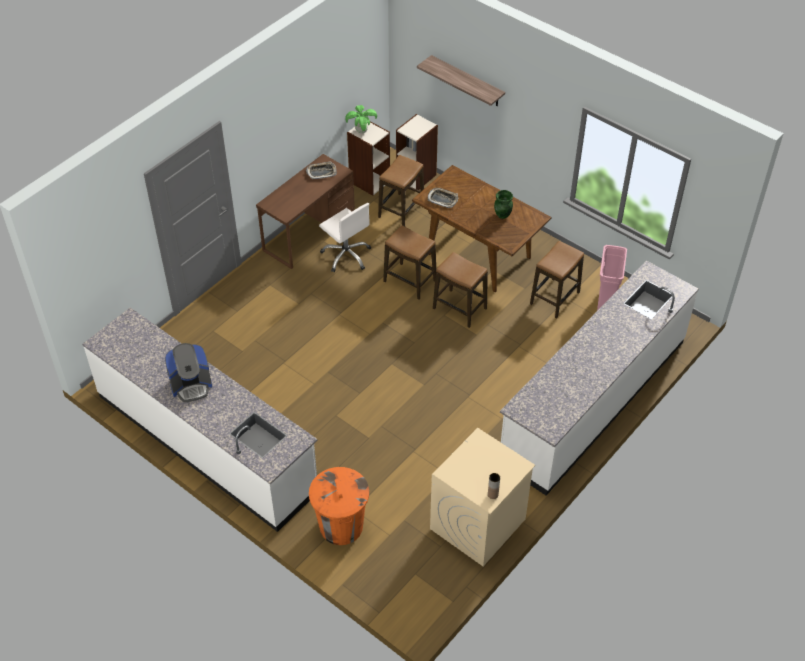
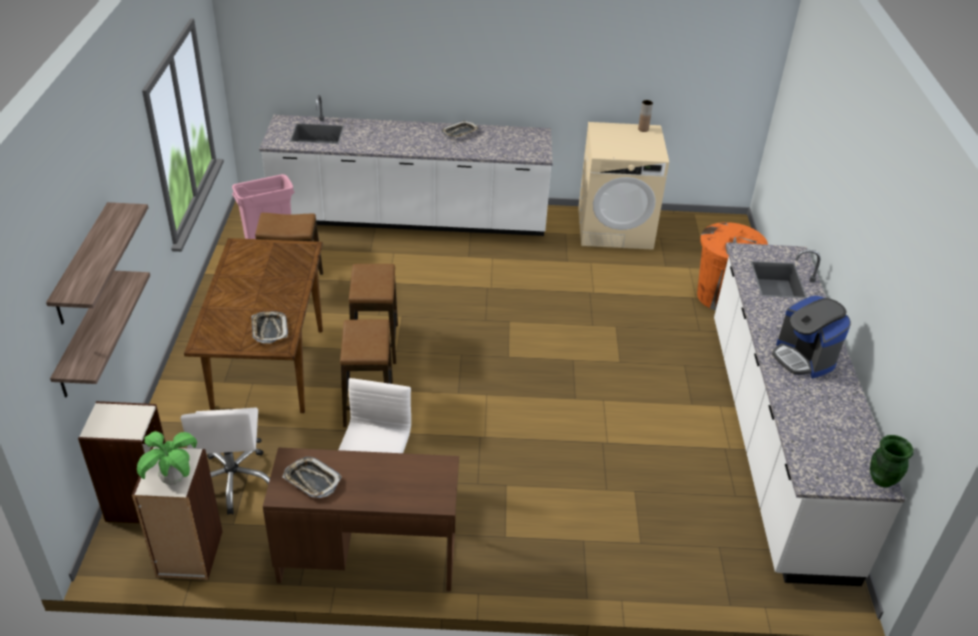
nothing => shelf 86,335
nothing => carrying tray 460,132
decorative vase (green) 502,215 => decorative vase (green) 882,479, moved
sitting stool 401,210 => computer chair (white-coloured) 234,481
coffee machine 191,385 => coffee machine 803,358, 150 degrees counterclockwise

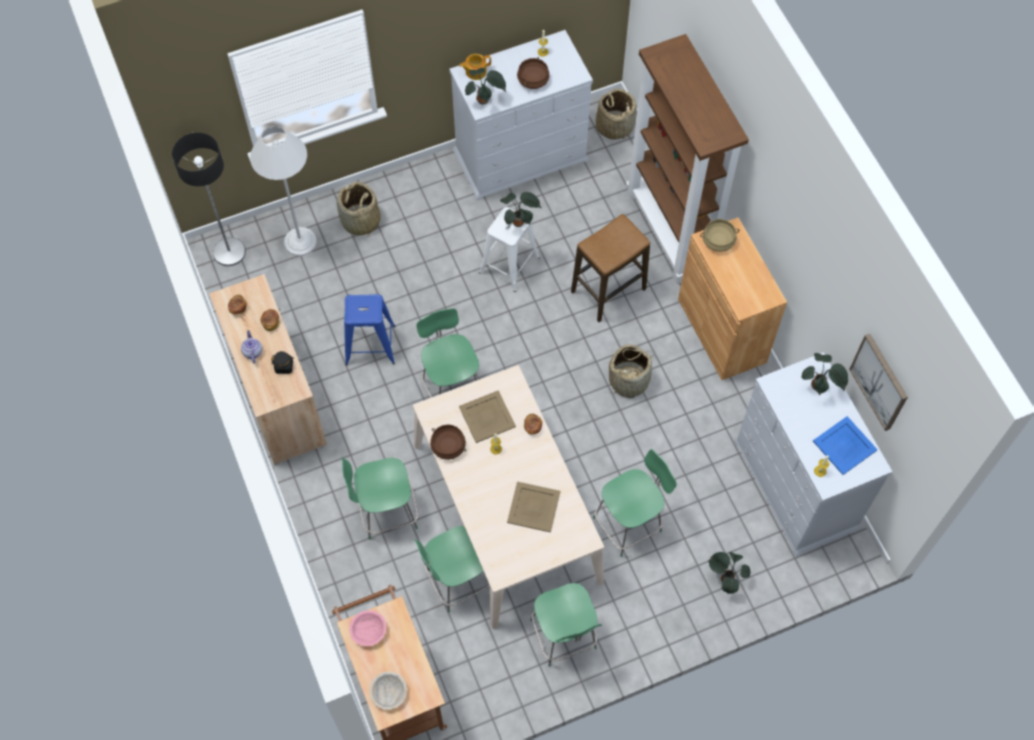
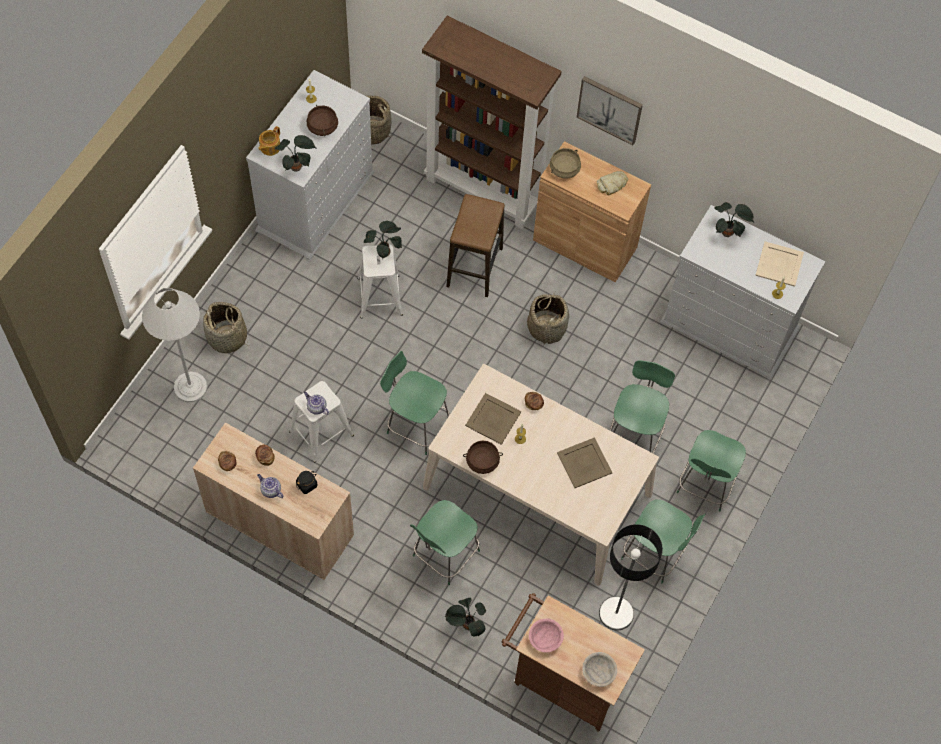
nothing => pot for tea 316,407
nothing => bakery bread 612,184
standing lamp 229,252 => standing lamp 616,613, moved
chair (green) 456,580 => chair (green) 705,484, moved
houseplant 725,579 => houseplant 467,625, moved
wall picture 880,381 => wall picture 610,109, moved
sitting stool (bluish) 370,345 => sitting stool (white-coloured) 321,433
carrying tray (bluish) 844,446 => carrying tray (beige-coloured) 779,264

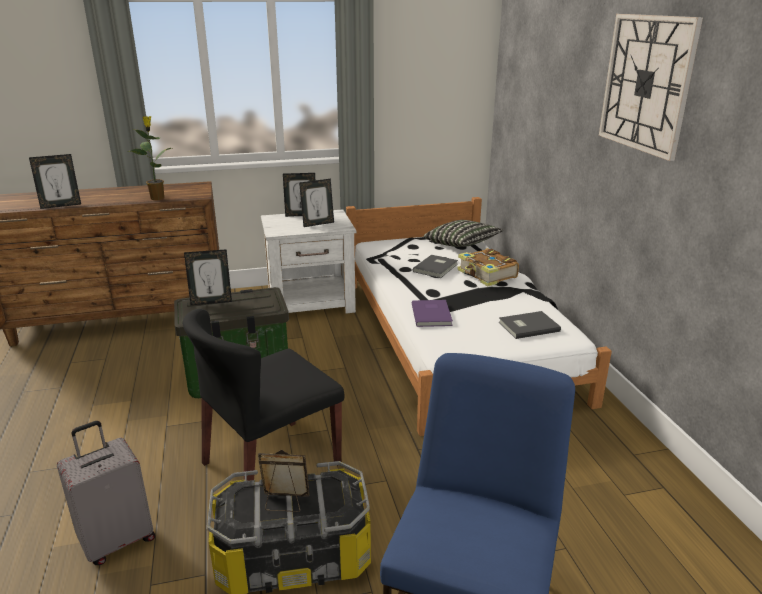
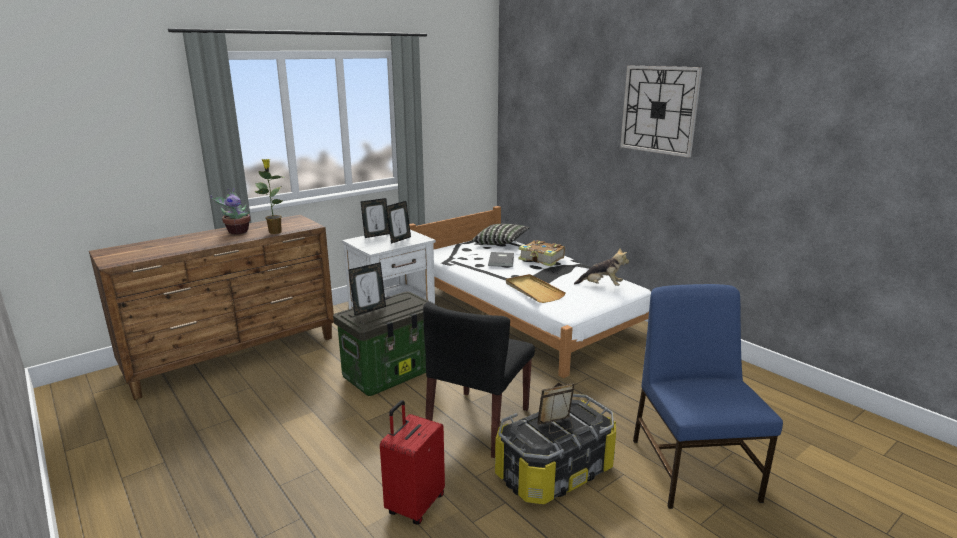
picture frame 61,205 => nothing
nothing => houseplant 237,231
book (purplish) 432,314 => carrying tray (beige-coloured) 533,290
book (gray) 527,326 => plush toy 601,286
piece of luggage (gray) 117,540 => piece of luggage (red-coloured) 414,504

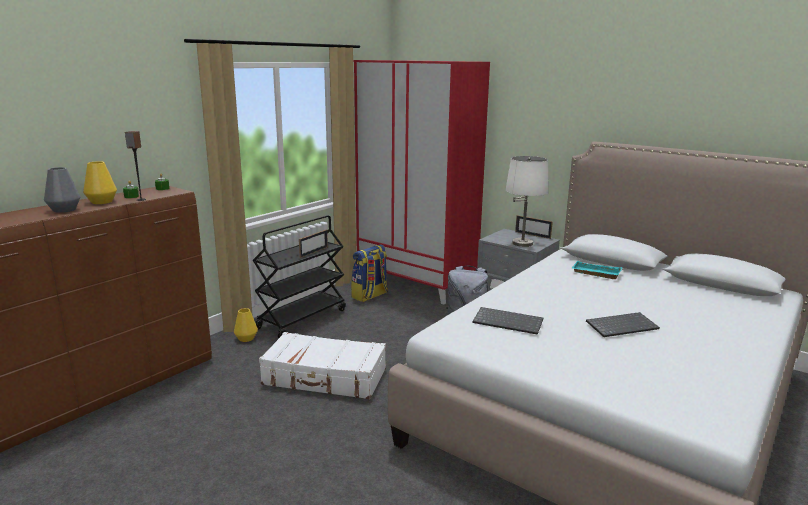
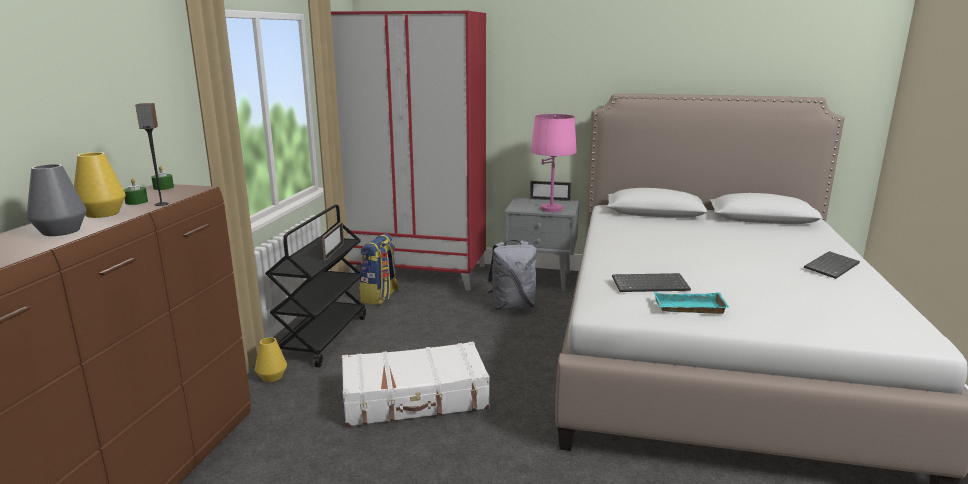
carrying tray (turquoise-coloured) 595,273 => carrying tray (turquoise-coloured) 689,308, moved
keyboard 622,326 => keyboard 830,266, moved
table lamp (white-coloured) 522,243 => table lamp (pinkish) 551,209

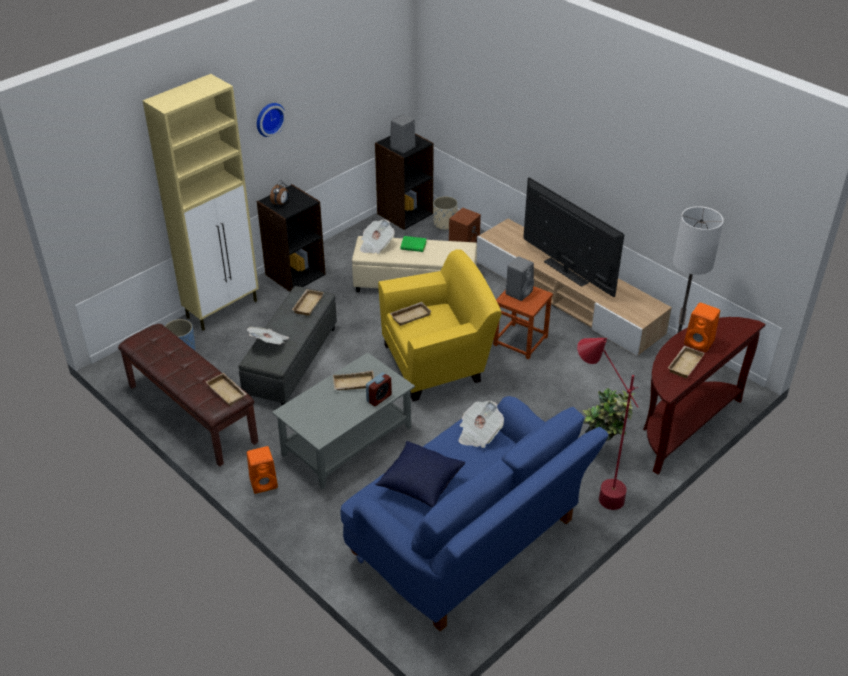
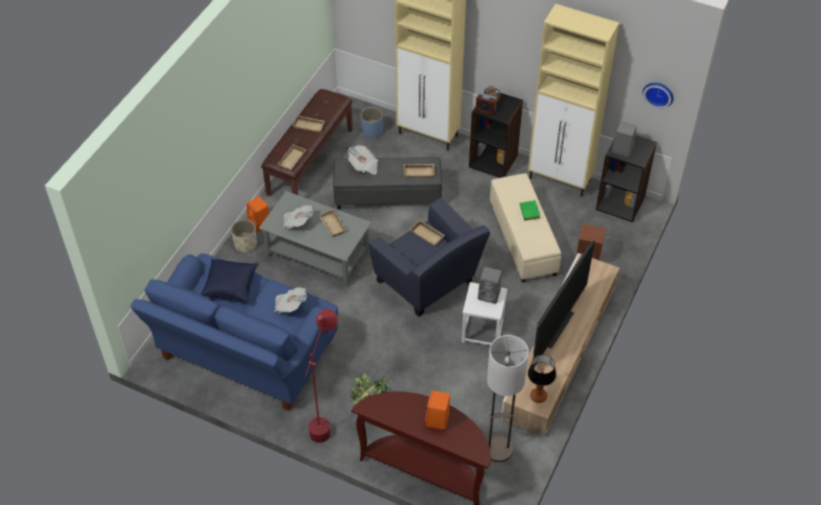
nothing => storage cabinet (beige-coloured) 560,180
nothing => table lamp 538,397
wall clock 269,118 => wall clock 658,93, moved
printed paper 376,245 => printed paper 297,222, moved
table clock 379,398 => table clock 485,110, moved
flower pot (beige-coloured) 445,224 => flower pot (beige-coloured) 245,244, moved
carrying tray (beige-coloured) 684,364 => carrying tray (beige-coloured) 309,125, moved
lounge chair (yellow) 438,362 => lounge chair (bluish) 429,283
sitting stool (brown) 520,341 => sitting stool (white-coloured) 483,331

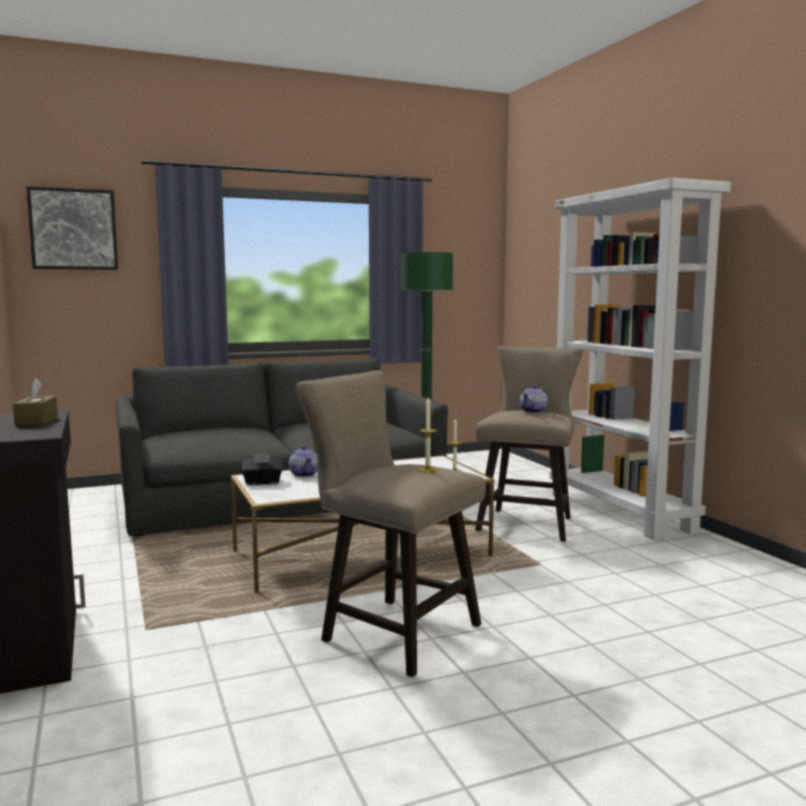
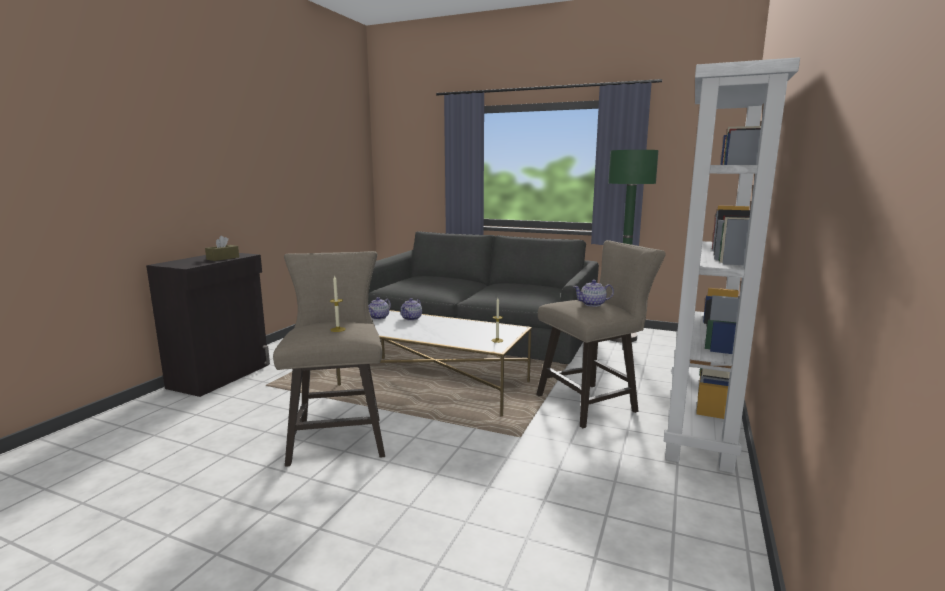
wall picture 73,229 => nothing
tissue holder (blackish) 262,482 => pot for tea 379,317

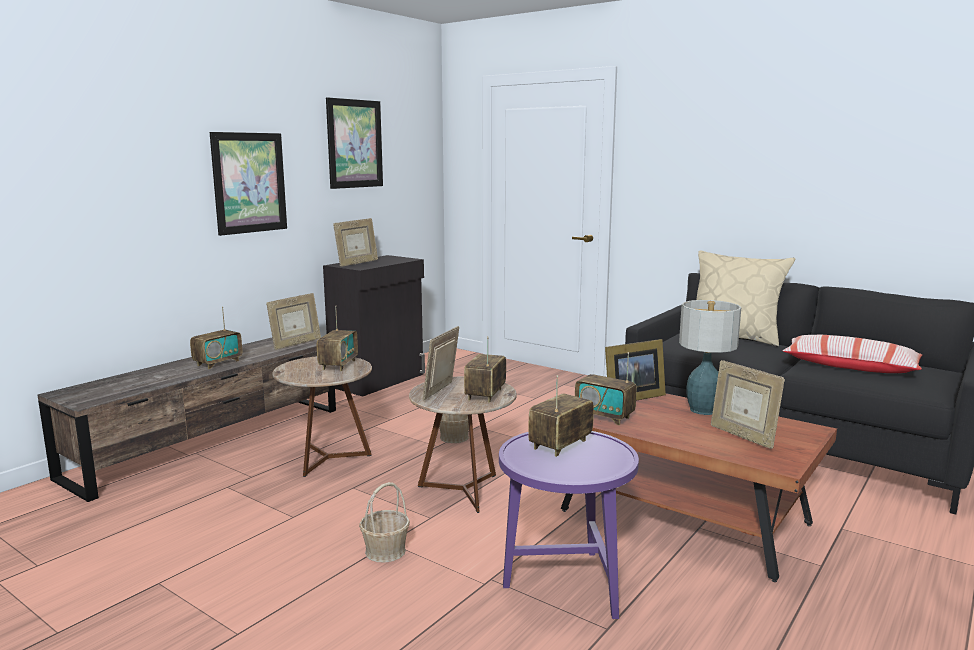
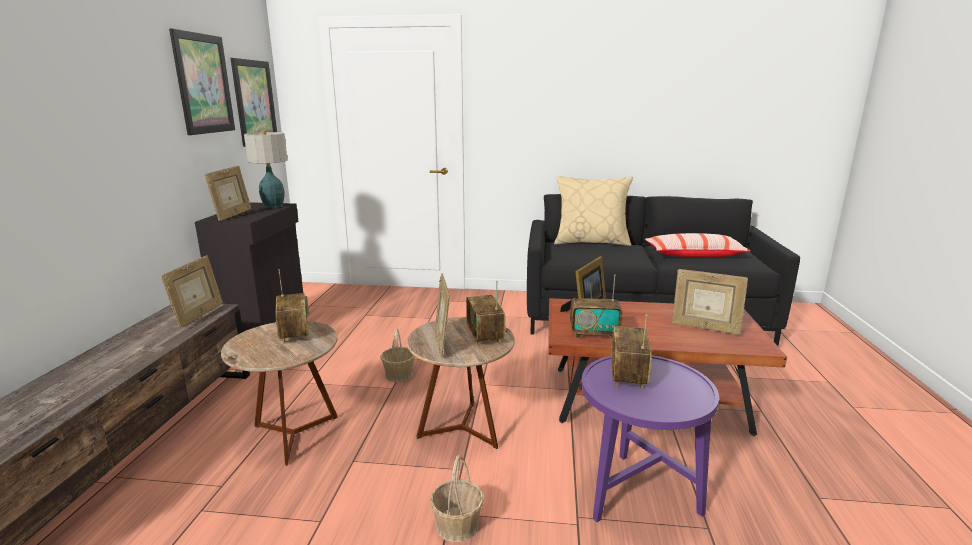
radio set 218,363 => nothing
wall picture 249,183 => wall picture 255,102, moved
table lamp 704,410 => table lamp 274,206, moved

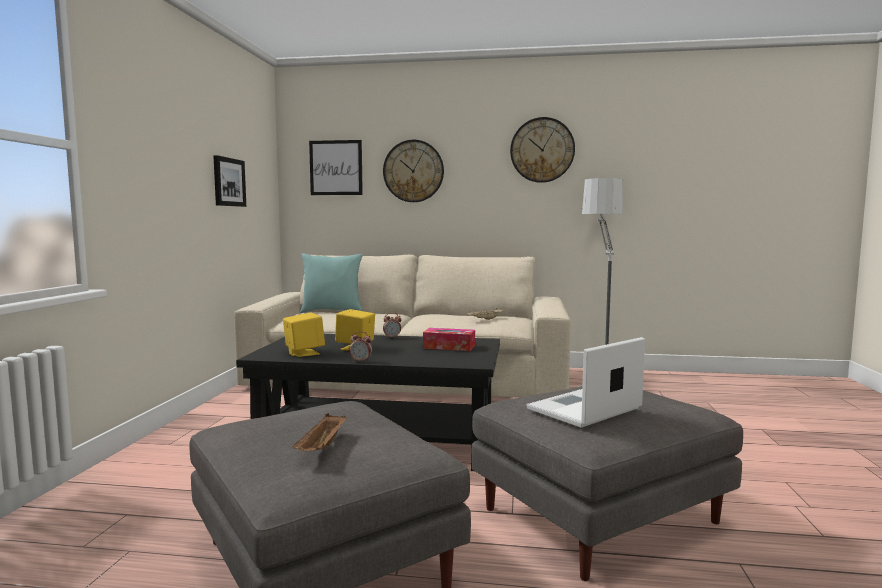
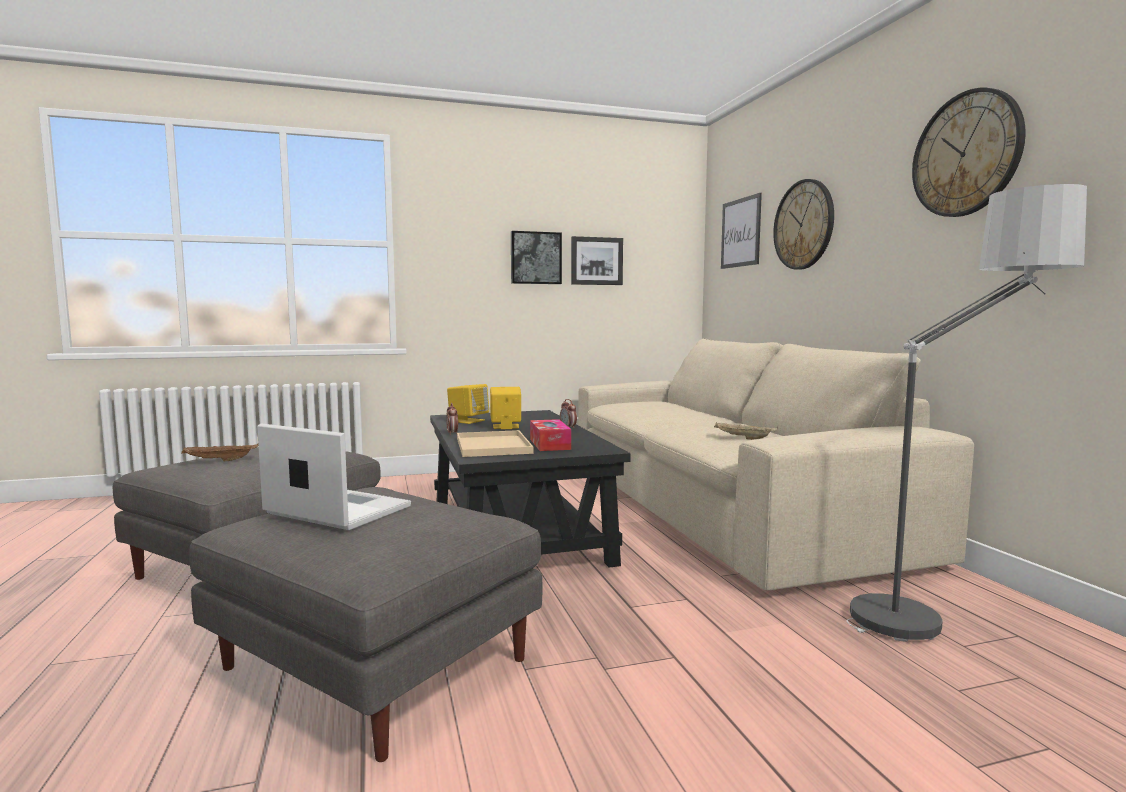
throw pillow (turquoise-coloured) 332,311 => nothing
nothing => carrying tray (beige-coloured) 491,445
nothing => wall picture 535,258

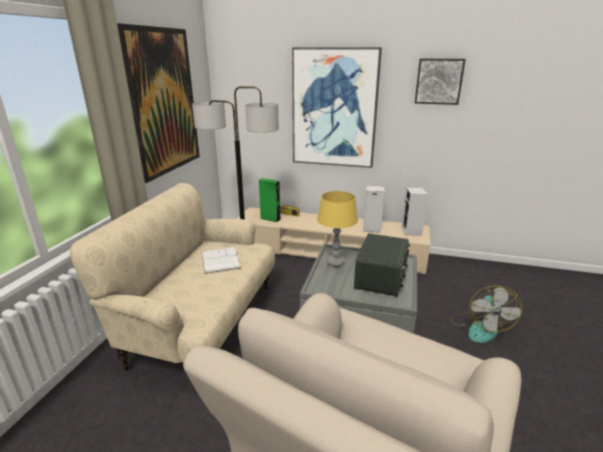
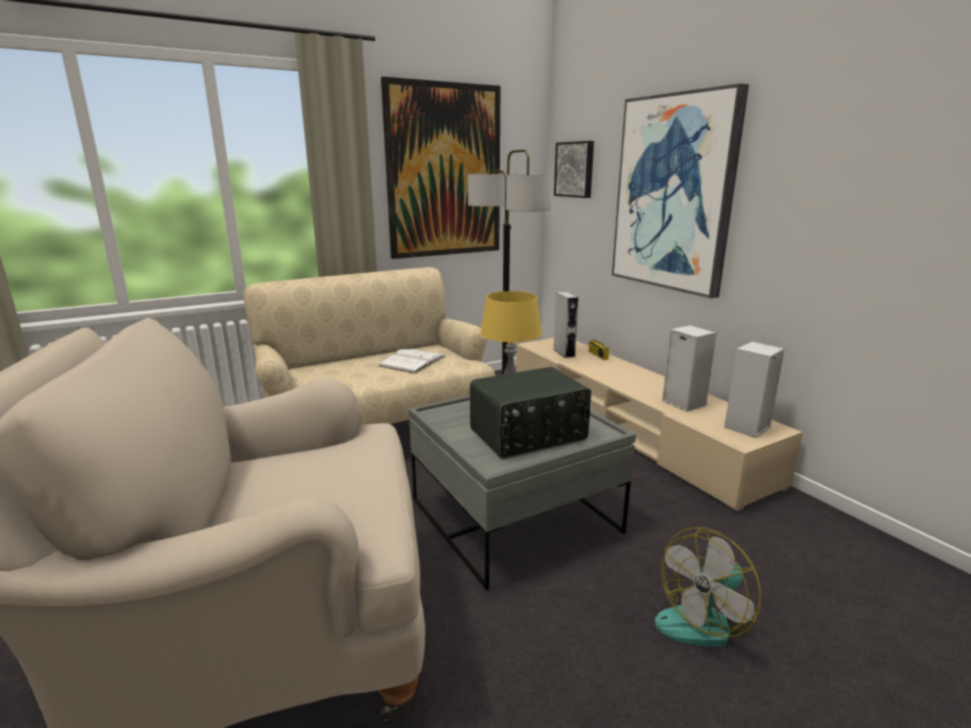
wall picture 438,81 => wall picture 575,169, moved
speaker (green) 270,219 => speaker (gray) 564,353

